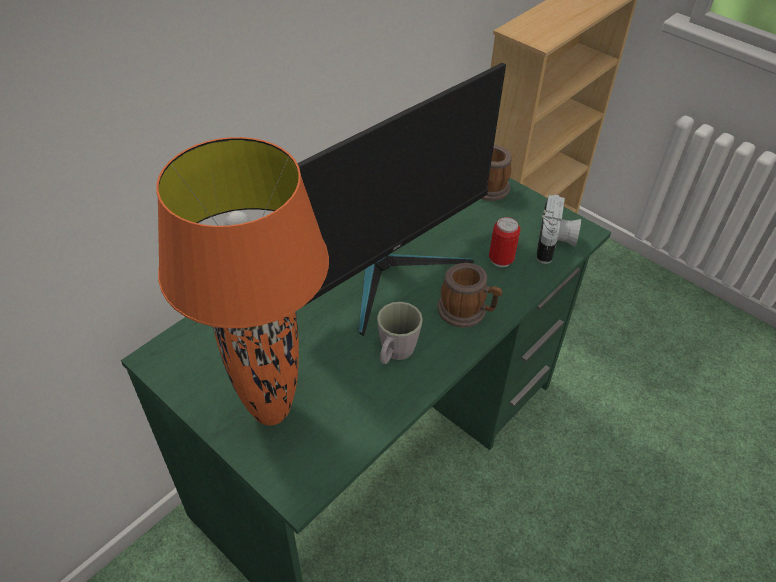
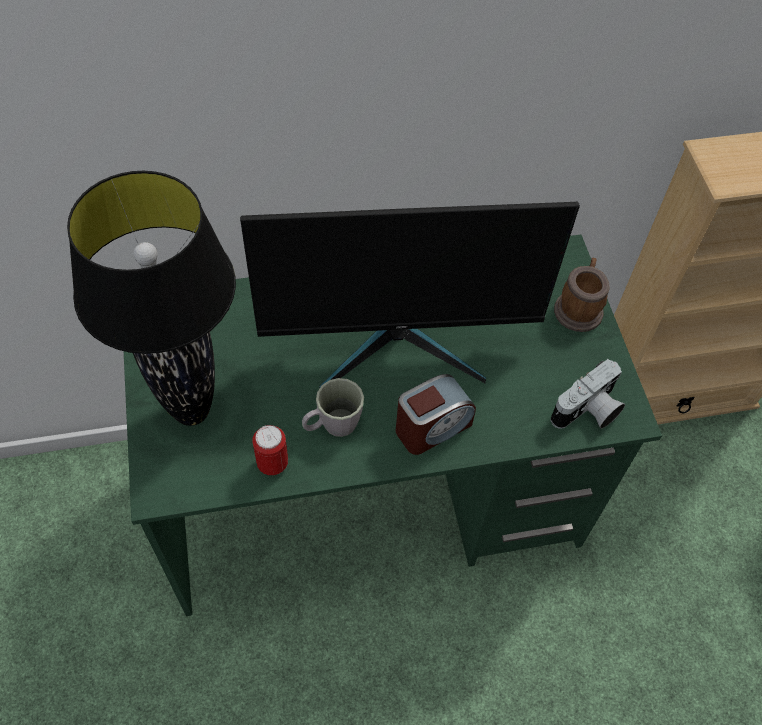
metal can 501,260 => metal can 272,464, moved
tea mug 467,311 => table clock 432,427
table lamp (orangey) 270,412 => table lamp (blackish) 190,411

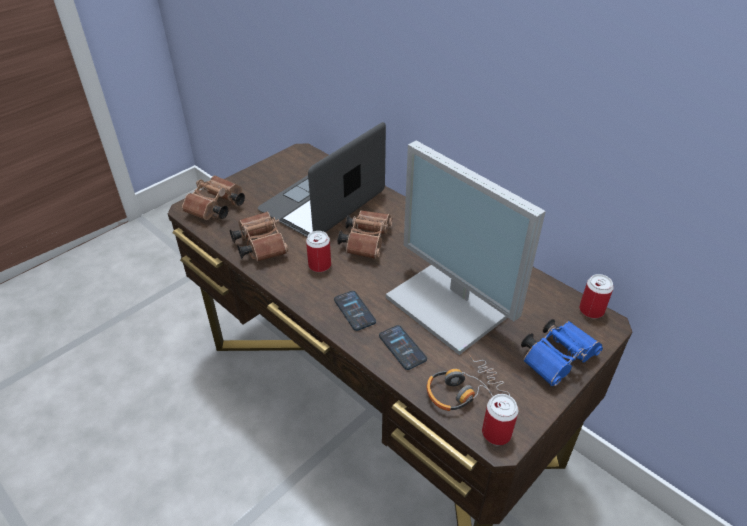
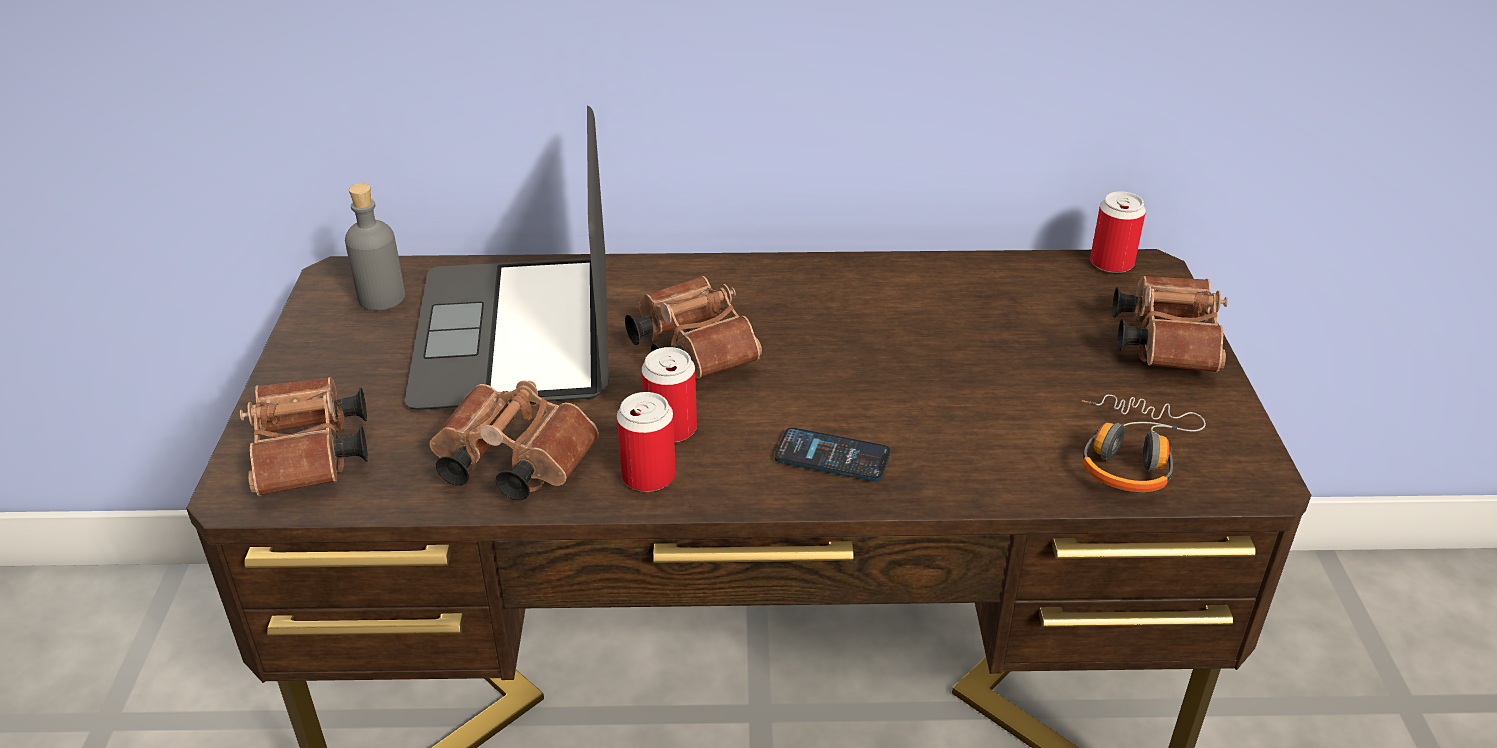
telephone 402,348 => nothing
computer display 455,303 => nothing
nothing => bottle (gray) 381,298
metal can 496,433 => metal can 648,476, moved
binoculars (bluish) 558,358 => binoculars (brown) 1164,341

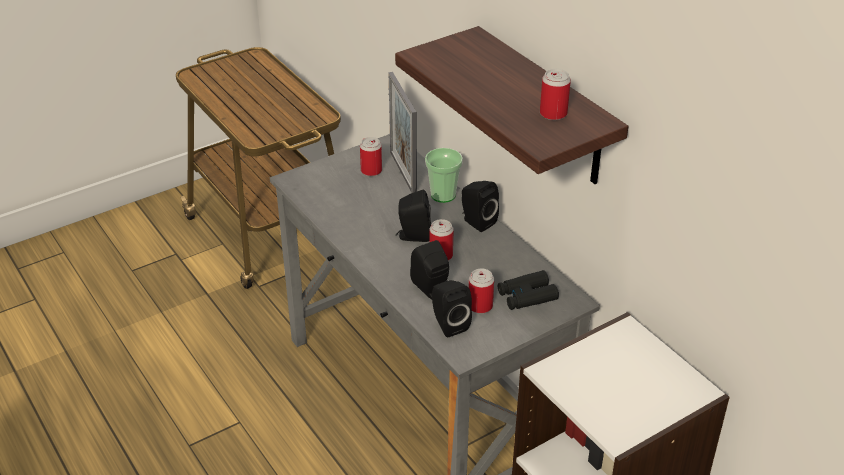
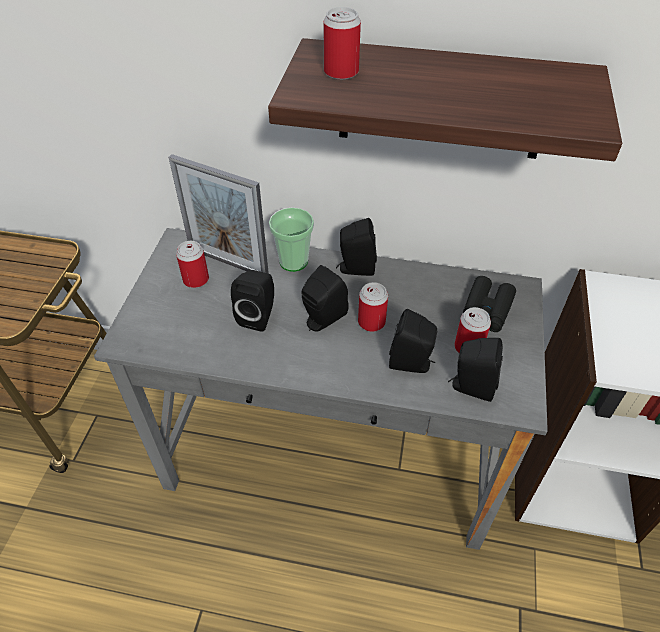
nothing => speaker (blackish) 258,316
metal can 553,114 => metal can 341,72, moved

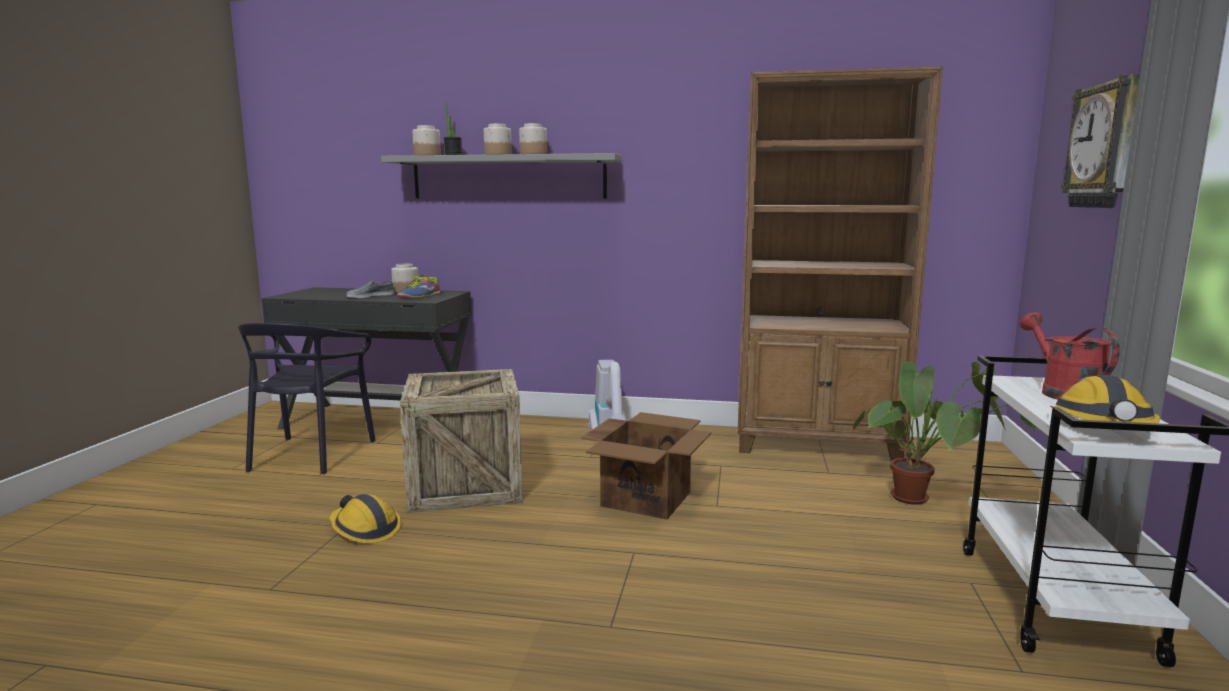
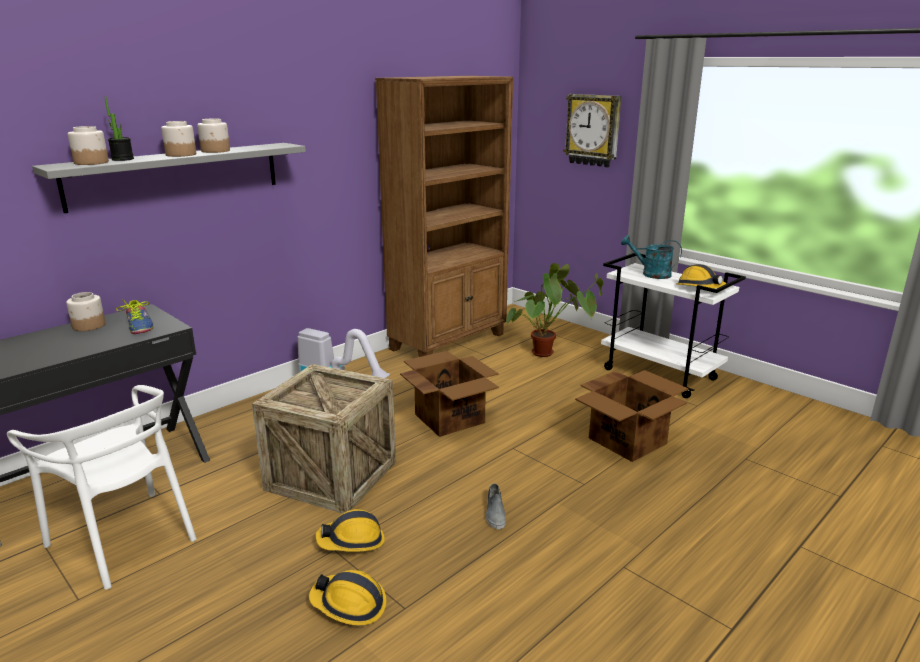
nothing => hard hat 349,605
nothing => cardboard box 628,440
item of footwear (gray) 370,296 => item of footwear (gray) 495,513, moved
chair (blackish) 310,454 => chair (white-coloured) 125,539
watering can (red-coloured) 1063,393 => watering can (turquoise-coloured) 651,274

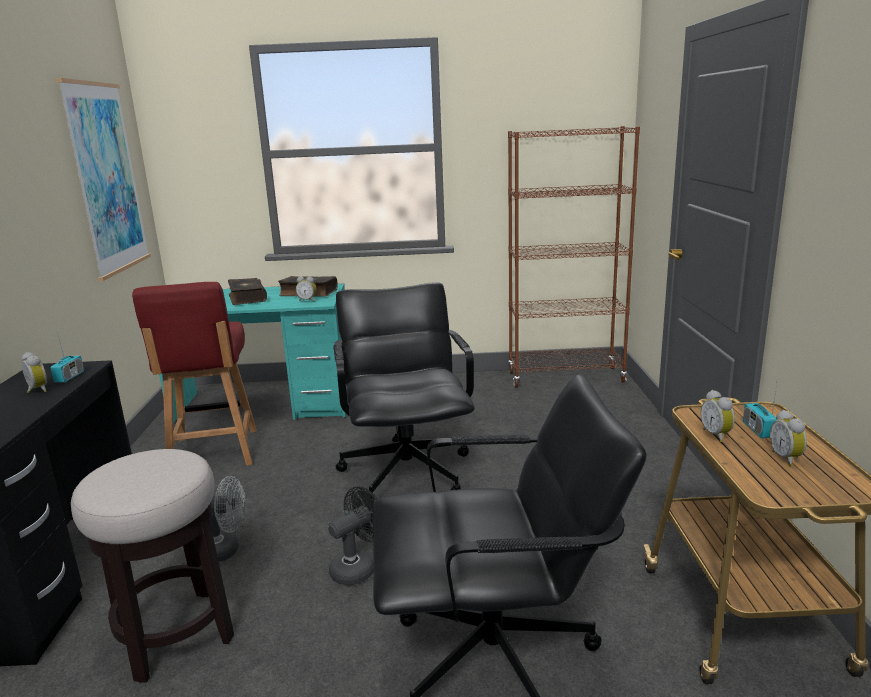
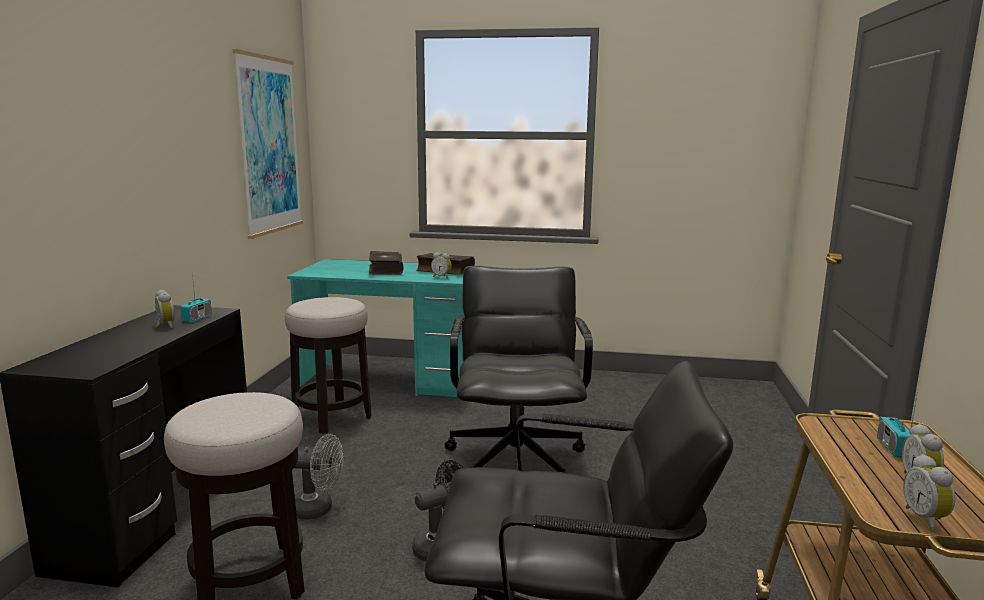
bookshelf (brown) 565,377 => nothing
table clock 717,435 => table clock 926,519, moved
chair (red-coloured) 213,452 => sitting stool 332,417

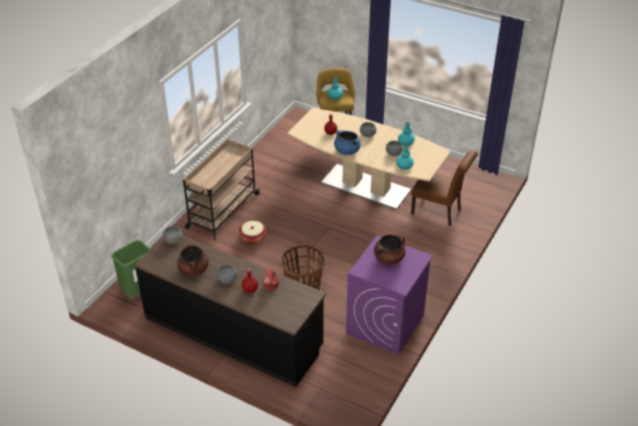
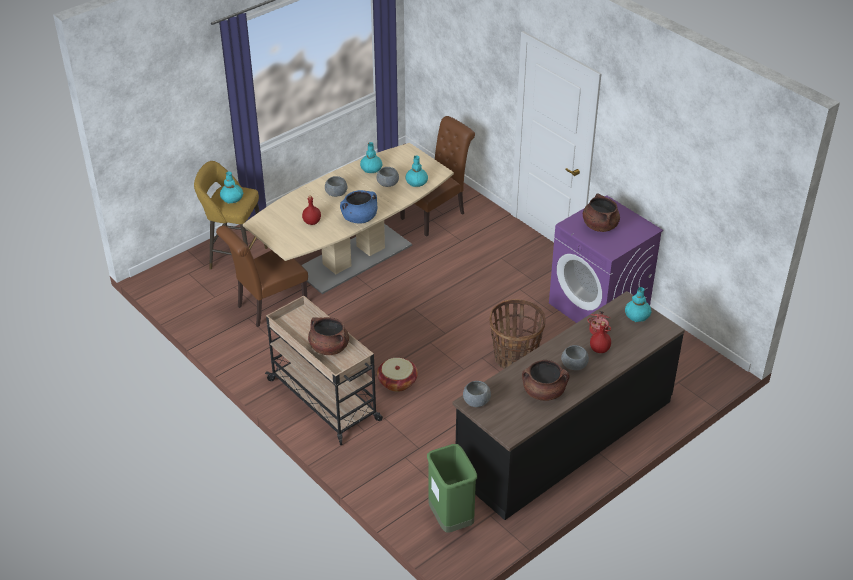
nothing => chair (brown) 268,307
nothing => cooking pot (brown) 329,347
nothing => decorative vase (turquoise-coloured) 637,316

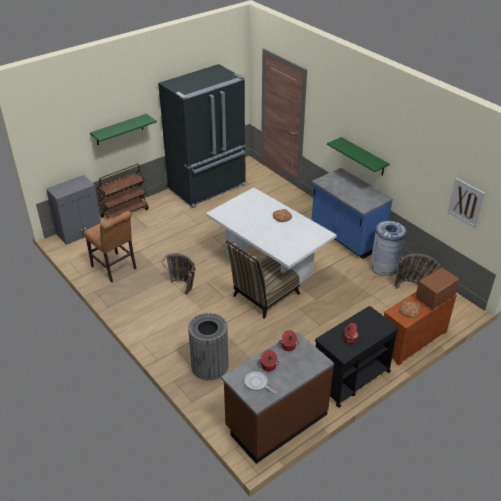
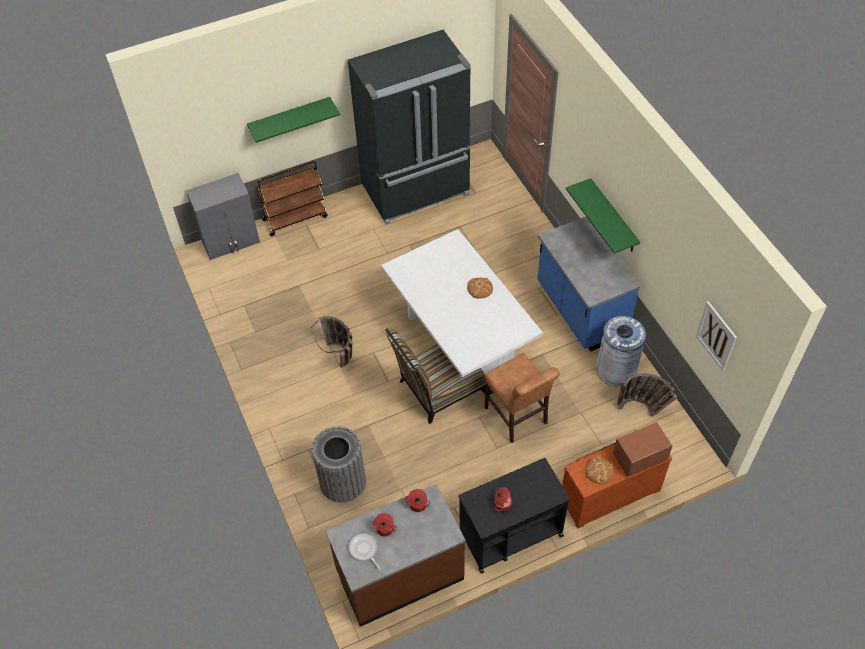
chair (brown) 115,269 => chair (brown) 517,418, moved

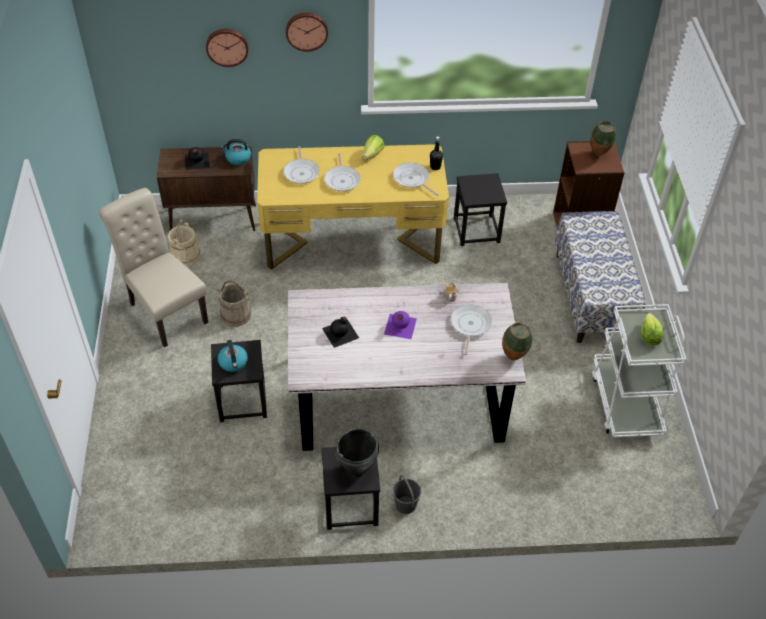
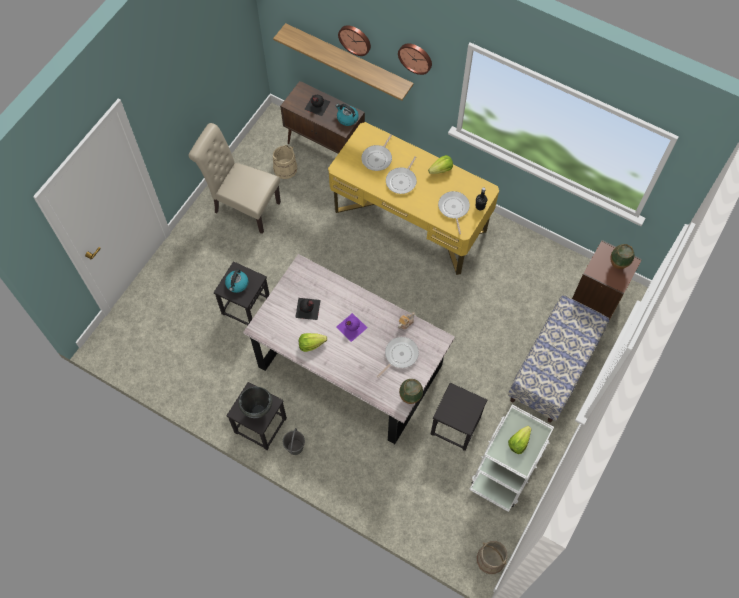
nothing => shelf 348,61
nothing => lettuce head 311,344
water bucket (beige-coloured) 235,315 => water bucket (beige-coloured) 490,559, moved
sitting stool (blackish) 477,230 => sitting stool (blackish) 456,426, moved
chair (beige-coloured) 165,310 => chair (beige-coloured) 243,206, 60 degrees counterclockwise

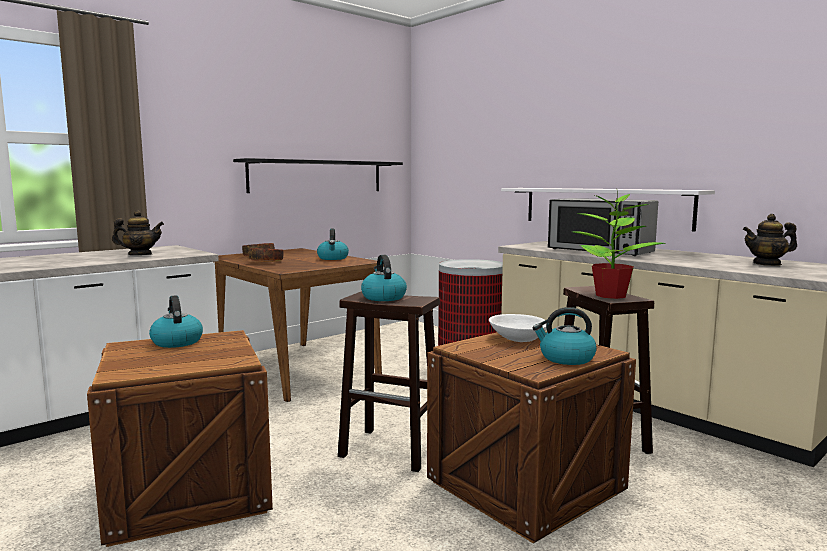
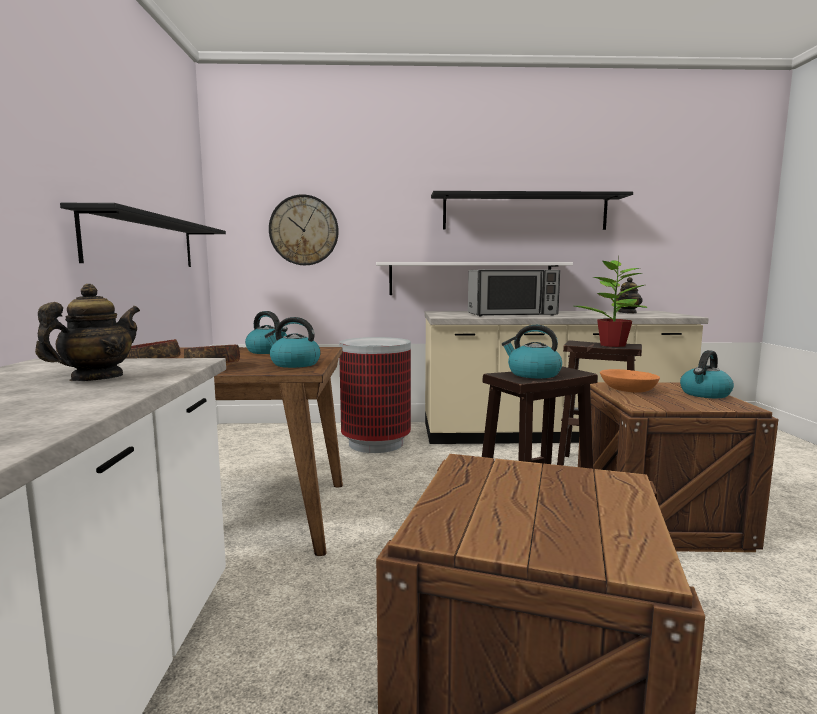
nothing => wall clock 304,230
nothing => shelf (blackish) 525,212
tea kettle 176,342 => tea kettle 294,364, moved
bowl (white-coloured) 518,338 => bowl (orangey) 627,390

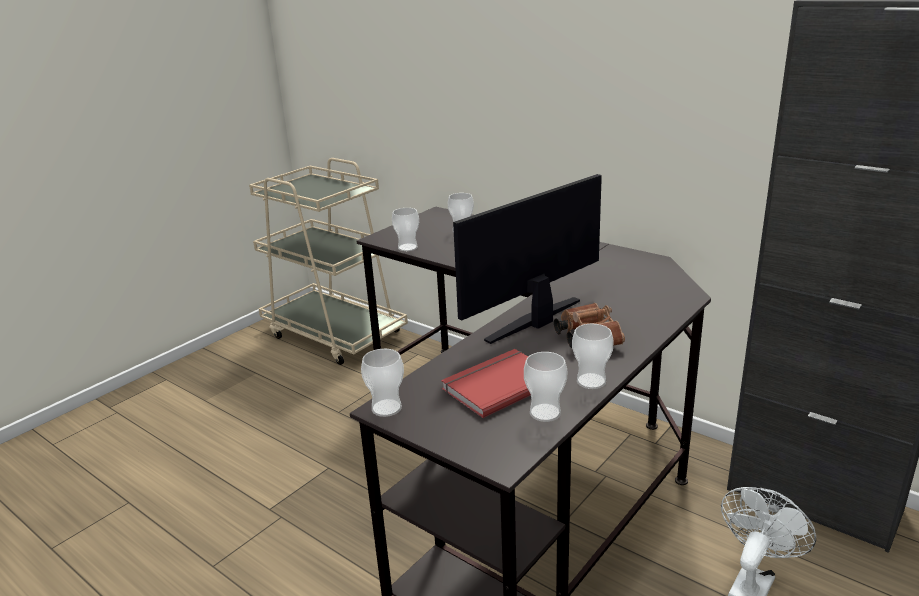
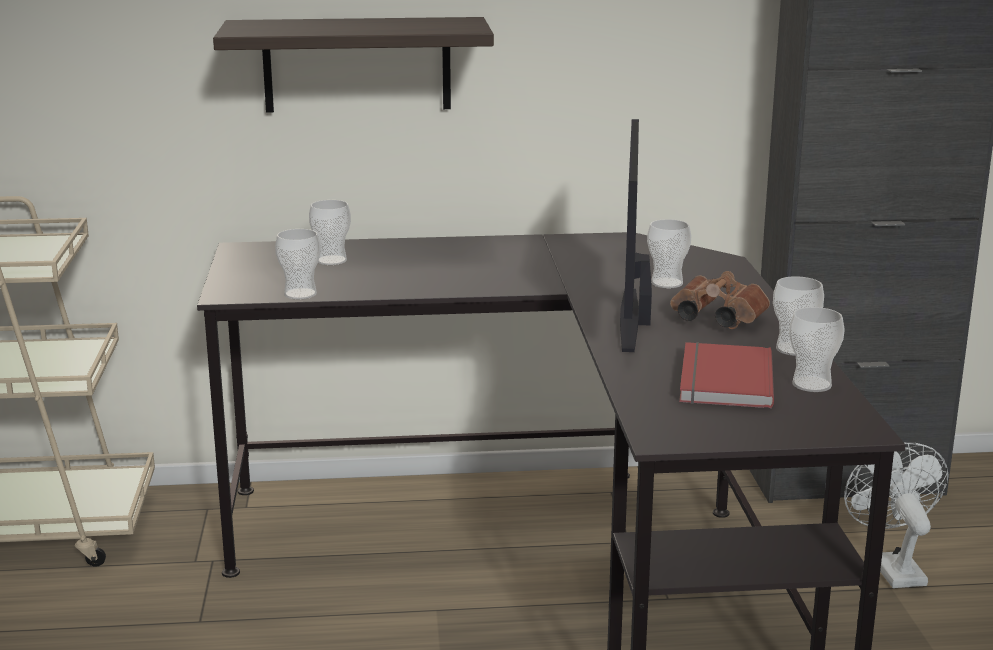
nothing => shelf 357,64
cup 386,408 => cup 667,283, moved

